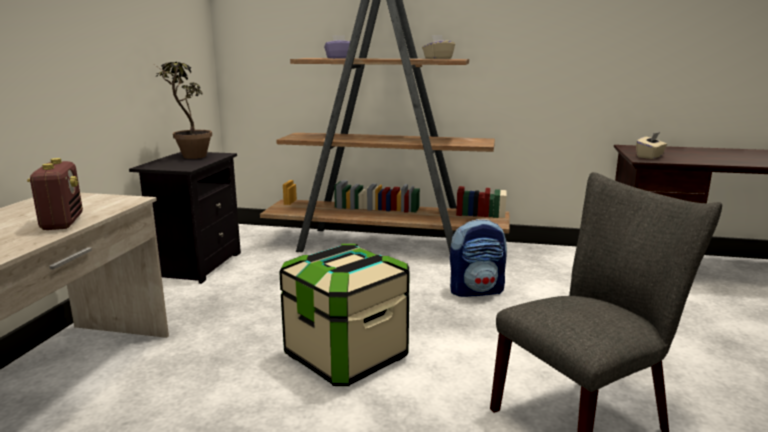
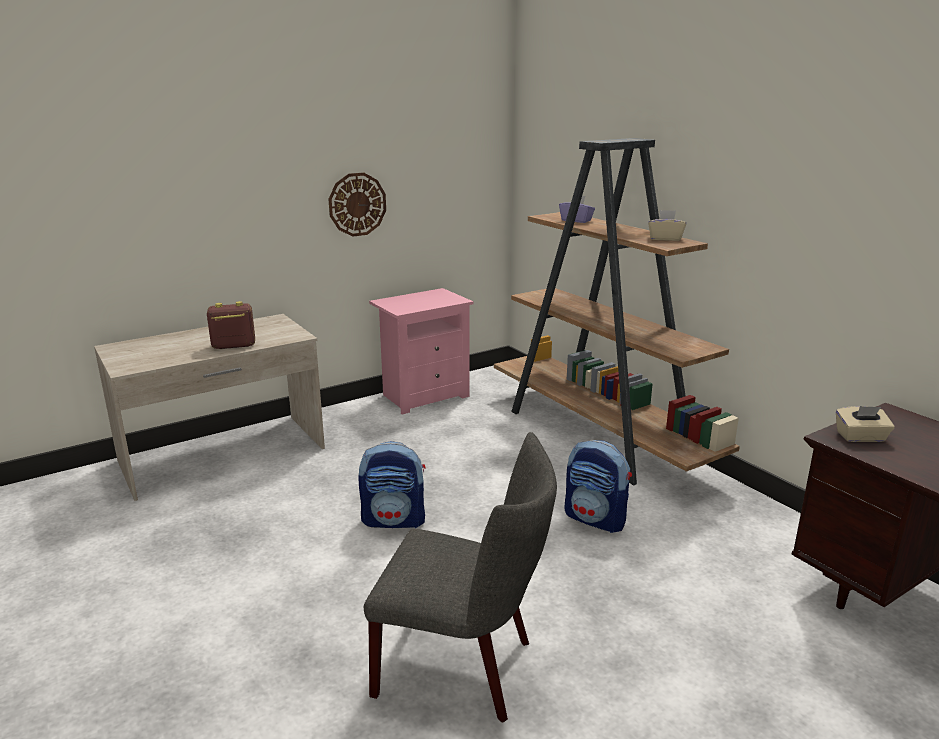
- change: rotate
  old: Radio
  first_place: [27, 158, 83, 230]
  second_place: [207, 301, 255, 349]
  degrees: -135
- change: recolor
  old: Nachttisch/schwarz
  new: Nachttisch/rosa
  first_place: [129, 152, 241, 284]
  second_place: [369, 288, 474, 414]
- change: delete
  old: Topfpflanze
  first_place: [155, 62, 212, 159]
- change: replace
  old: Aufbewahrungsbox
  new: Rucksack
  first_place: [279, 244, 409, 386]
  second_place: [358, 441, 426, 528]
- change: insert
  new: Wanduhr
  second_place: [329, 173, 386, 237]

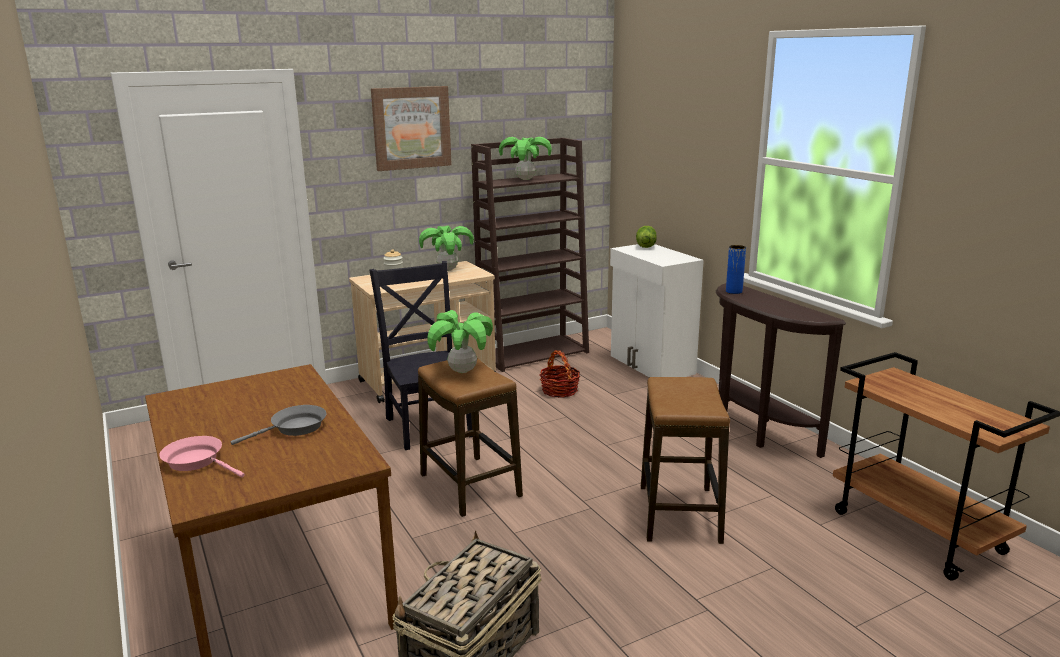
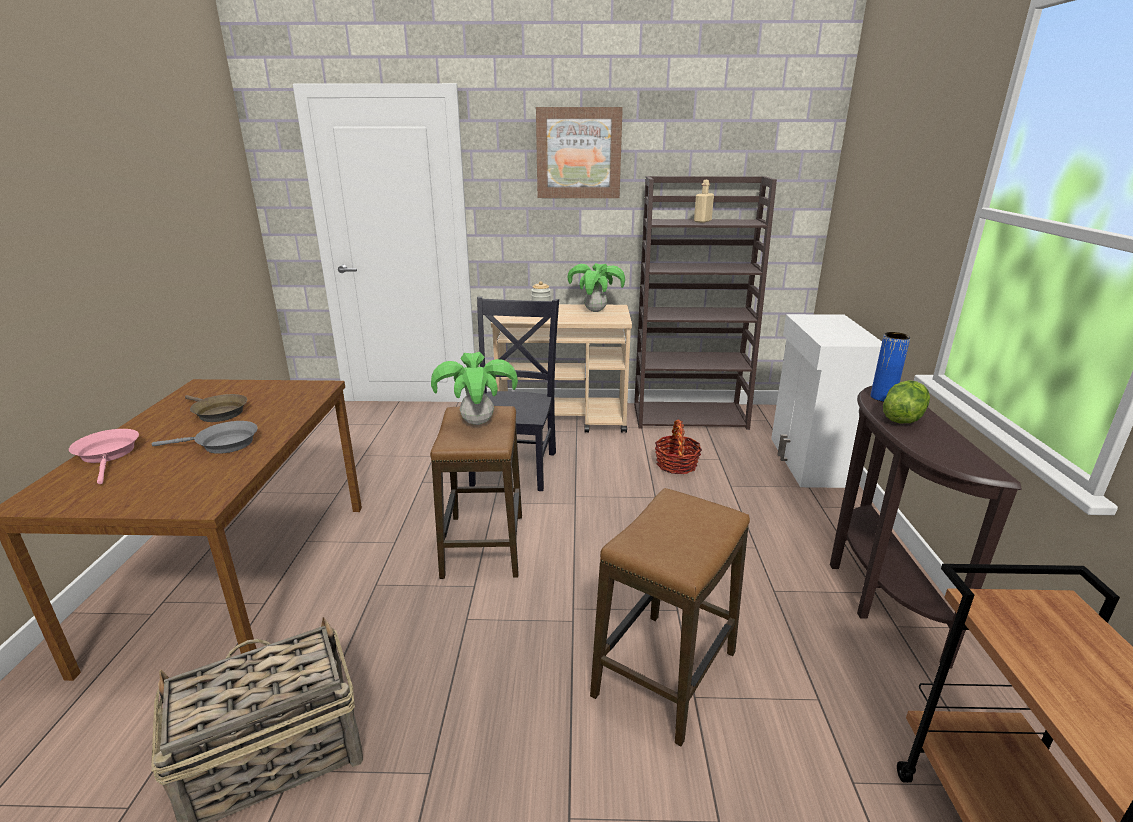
- change: replace
  old: Topfpflanze
  new: Flasche/beige
  first_place: [499, 137, 552, 180]
  second_place: [694, 180, 714, 223]
- change: move
  old: Salatkopf
  first_place: [636, 226, 657, 248]
  second_place: [883, 380, 930, 423]
- change: insert
  new: Pfanne/braun
  second_place: [185, 394, 247, 422]

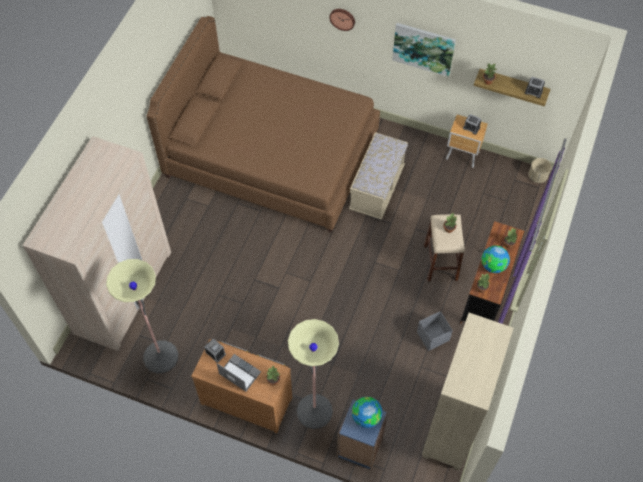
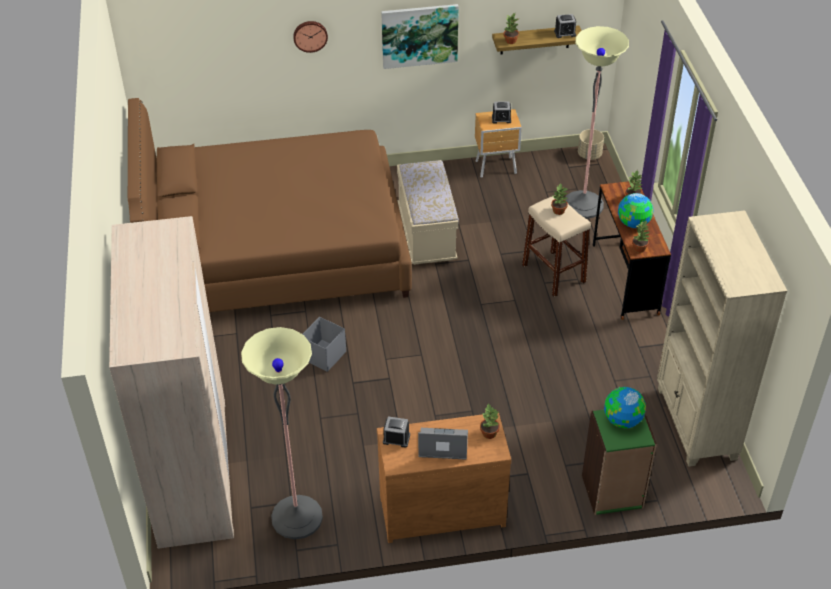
- change: move
  old: Stehlampe
  first_place: [288, 319, 339, 429]
  second_place: [566, 26, 629, 219]
- change: recolor
  old: Bücherregal/blau
  new: Bücherregal/grün
  first_place: [337, 399, 388, 470]
  second_place: [582, 410, 657, 515]
- change: move
  old: Aufbewahrungsbox/grau
  first_place: [417, 311, 453, 351]
  second_place: [303, 317, 346, 372]

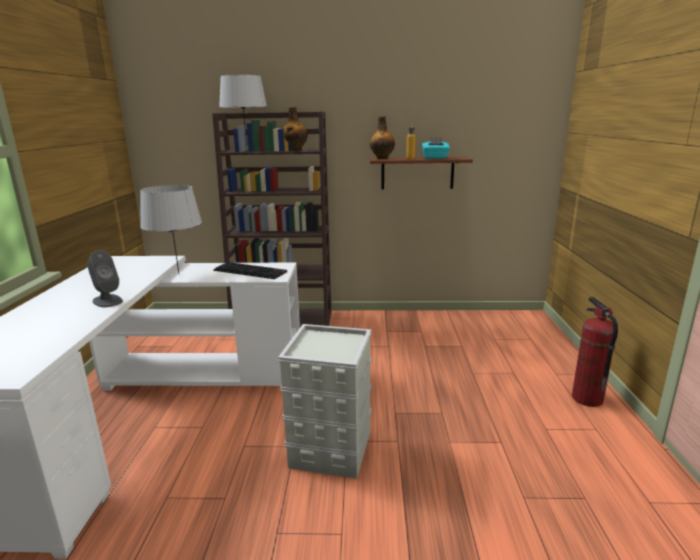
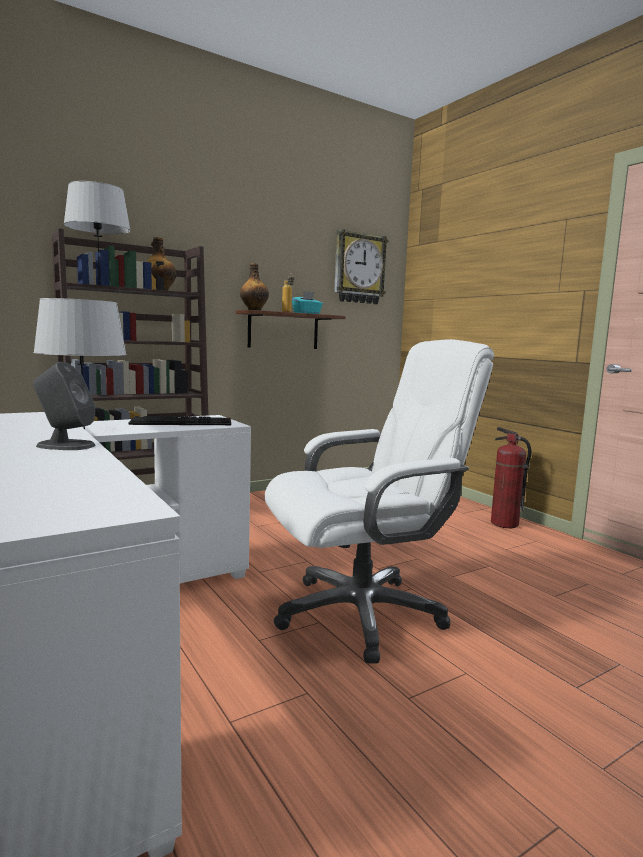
- change: replace
  old: Aufbewahrungsbox/grau
  new: Bürostuhl/weiß
  first_place: [278, 324, 371, 479]
  second_place: [265, 339, 494, 664]
- change: insert
  new: Wanduhr
  second_place: [334, 229, 389, 304]

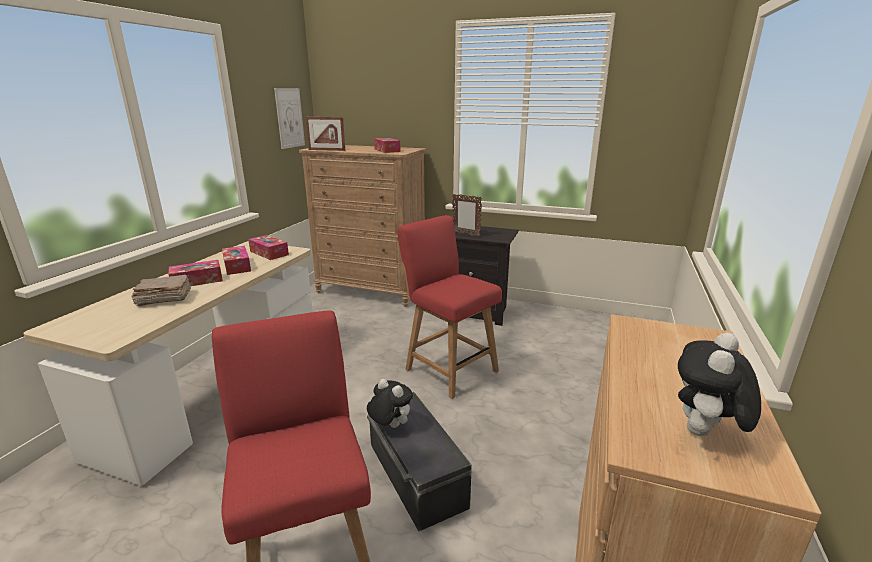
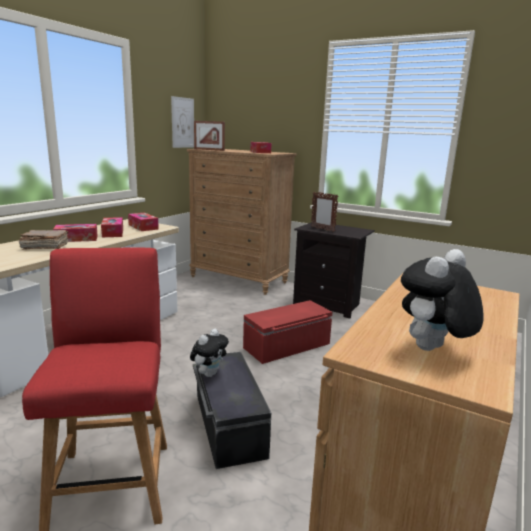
- change: rotate
  old: Plüschtier
  first_place: [367, 379, 413, 428]
  second_place: [190, 329, 229, 377]
  degrees: 75
- change: replace
  old: Stuhl/rot
  new: Aufbewahrungsbox/rot
  first_place: [397, 215, 502, 399]
  second_place: [243, 300, 332, 364]

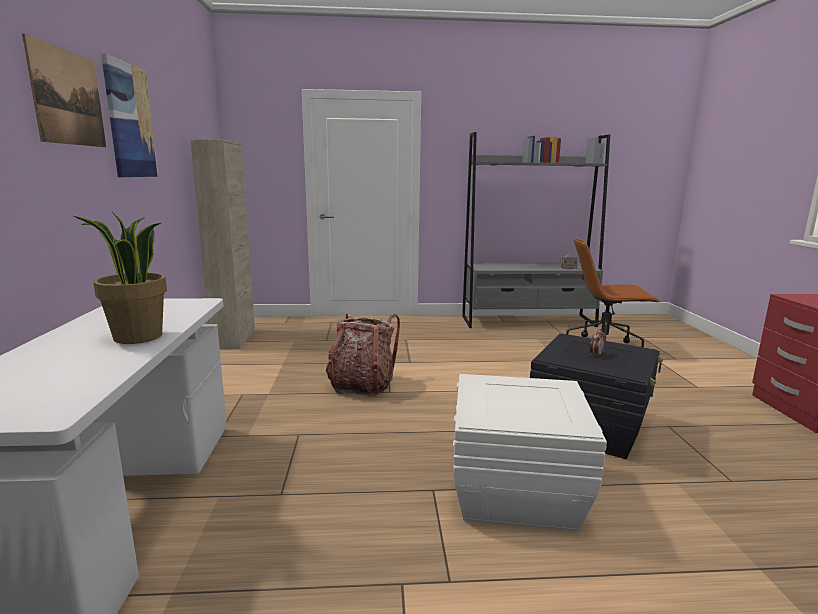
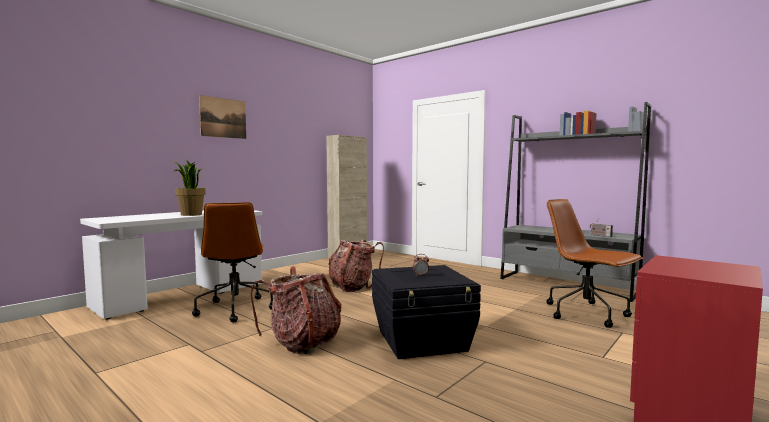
- change: delete
  old: Bild
  first_place: [101, 53, 158, 177]
- change: replace
  old: Aufbewahrungsbox/weiß
  new: Rucksack
  first_place: [453, 374, 607, 531]
  second_place: [250, 267, 341, 354]
- change: insert
  new: Bürostuhl/braun
  second_place: [192, 202, 273, 322]

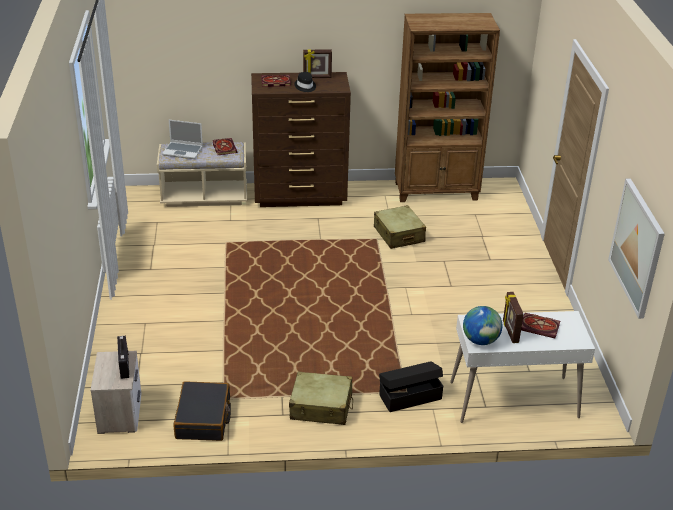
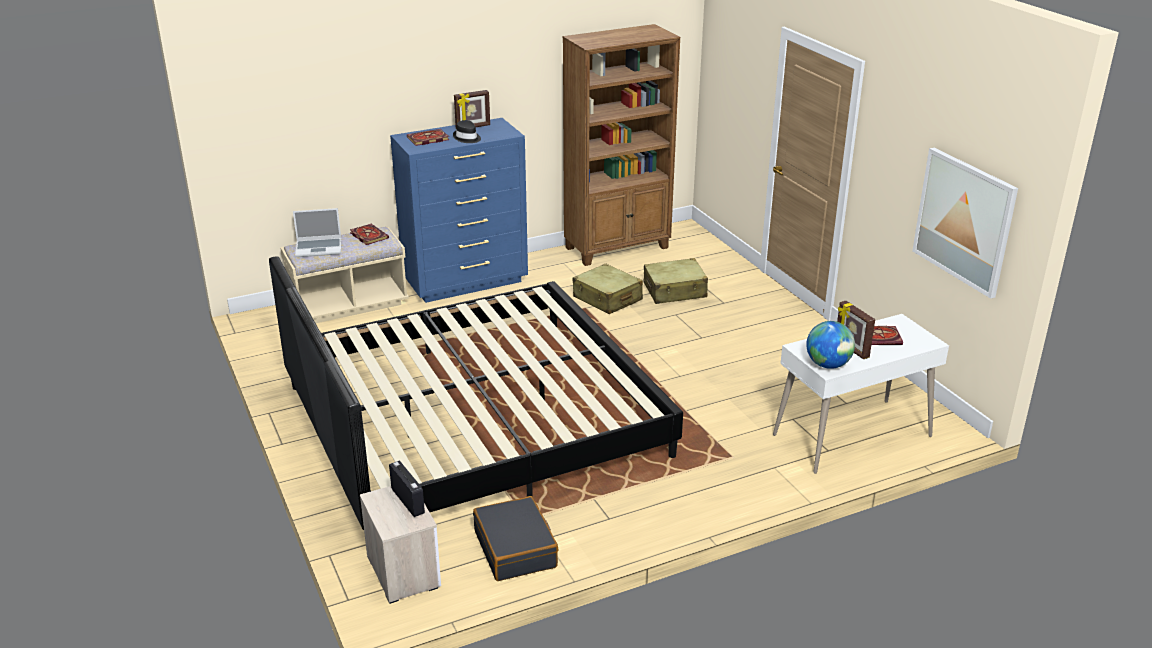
- change: recolor
  old: Kommode/braun
  new: Kommode/blau
  first_place: [251, 72, 351, 207]
  second_place: [390, 118, 528, 303]
- change: move
  old: Koffer/beige
  first_place: [289, 372, 353, 425]
  second_place: [644, 258, 708, 304]
- change: delete
  old: Aufbewahrungsbox/schwarz
  first_place: [379, 361, 443, 412]
- change: insert
  new: Bett
  second_place: [269, 256, 683, 530]

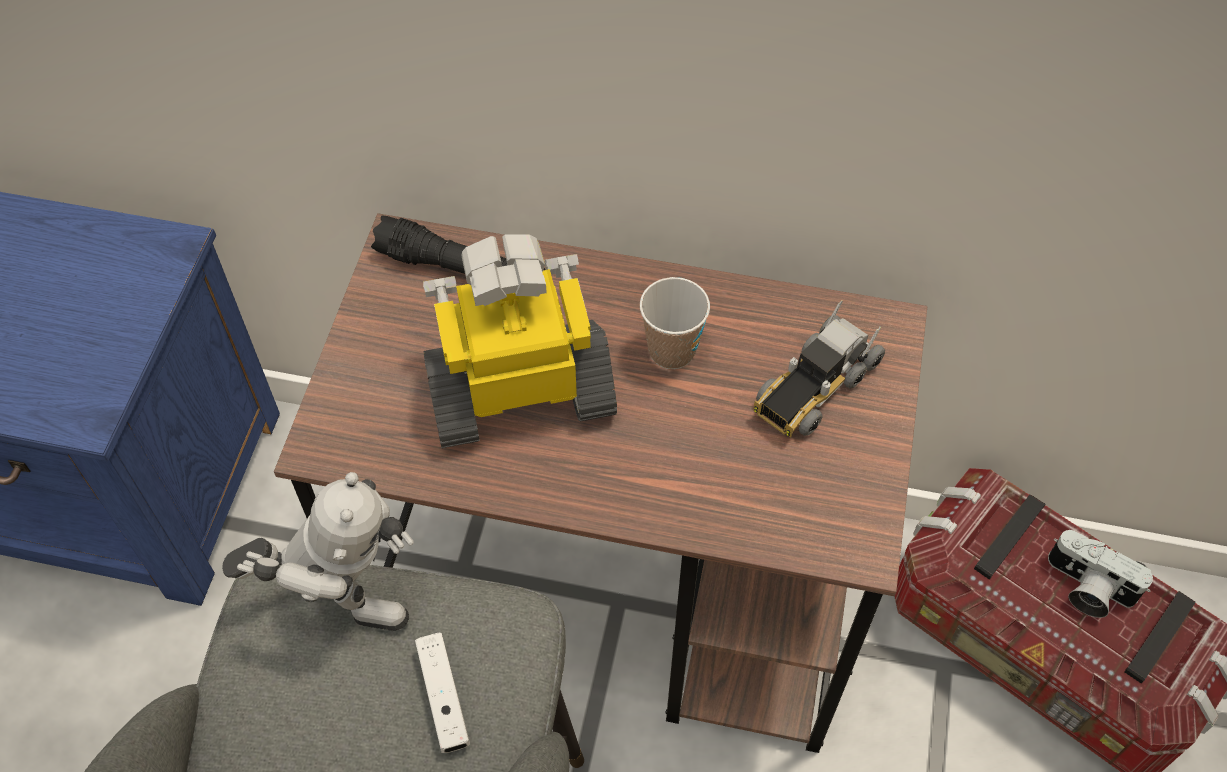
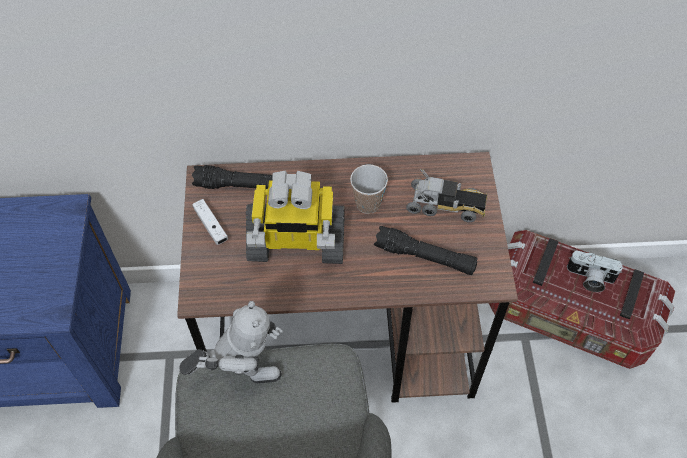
- change: move
  old: Gamepad/weiß
  first_place: [415, 633, 470, 753]
  second_place: [192, 199, 228, 245]
- change: rotate
  old: Spielzeugroboter
  first_place: [423, 235, 617, 448]
  second_place: [246, 171, 345, 264]
  degrees: -150
- change: rotate
  old: Spielzeuglaster
  first_place: [753, 300, 885, 438]
  second_place: [406, 169, 487, 223]
  degrees: -105
- change: insert
  new: Taschenlampe/schwarz
  second_place: [374, 226, 478, 275]

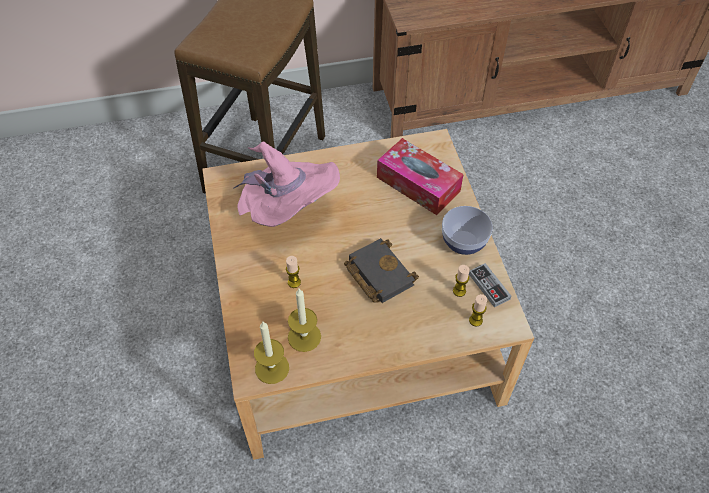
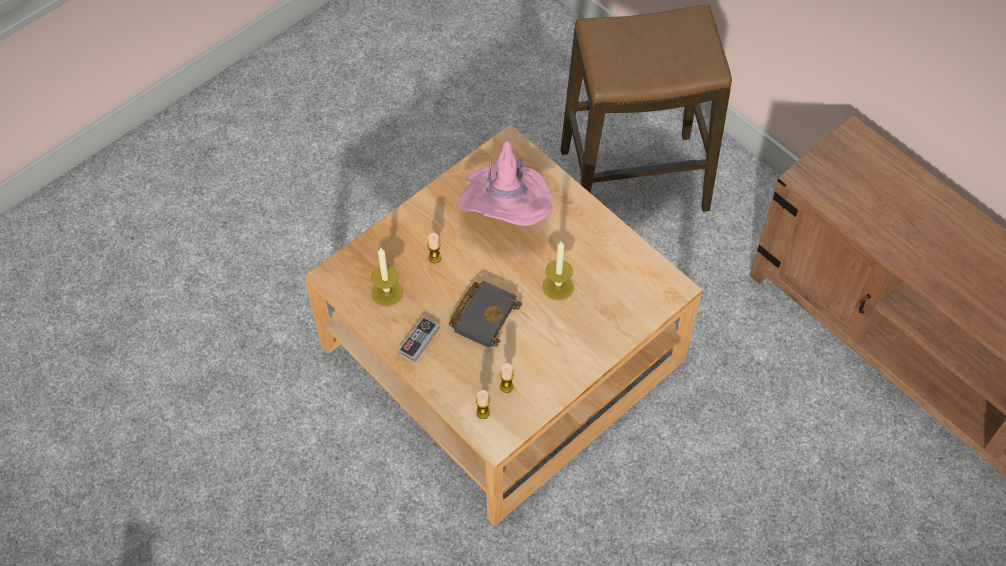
- change: move
  old: Kerze
  first_place: [254, 322, 289, 384]
  second_place: [542, 242, 574, 301]
- change: delete
  old: Taschentuchbox
  first_place: [377, 138, 464, 215]
- change: delete
  old: Schüssel
  first_place: [442, 206, 493, 255]
- change: move
  old: Gamepad
  first_place: [469, 263, 511, 308]
  second_place: [398, 316, 440, 362]

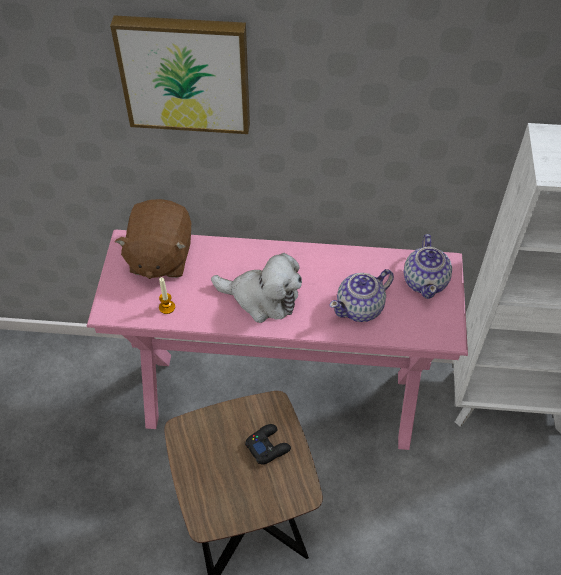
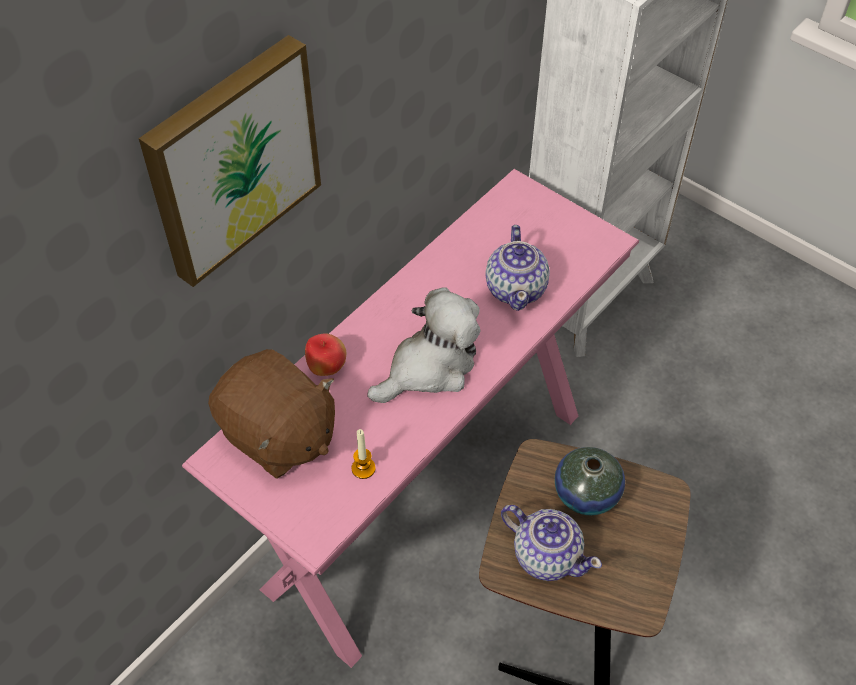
- change: replace
  old: Gamepad/schwarz
  new: Vase
  first_place: [245, 424, 291, 465]
  second_place: [555, 447, 625, 515]
- change: move
  old: Teekanne
  first_place: [404, 234, 452, 299]
  second_place: [501, 505, 602, 581]
- change: insert
  new: Apfel
  second_place: [305, 333, 346, 376]

